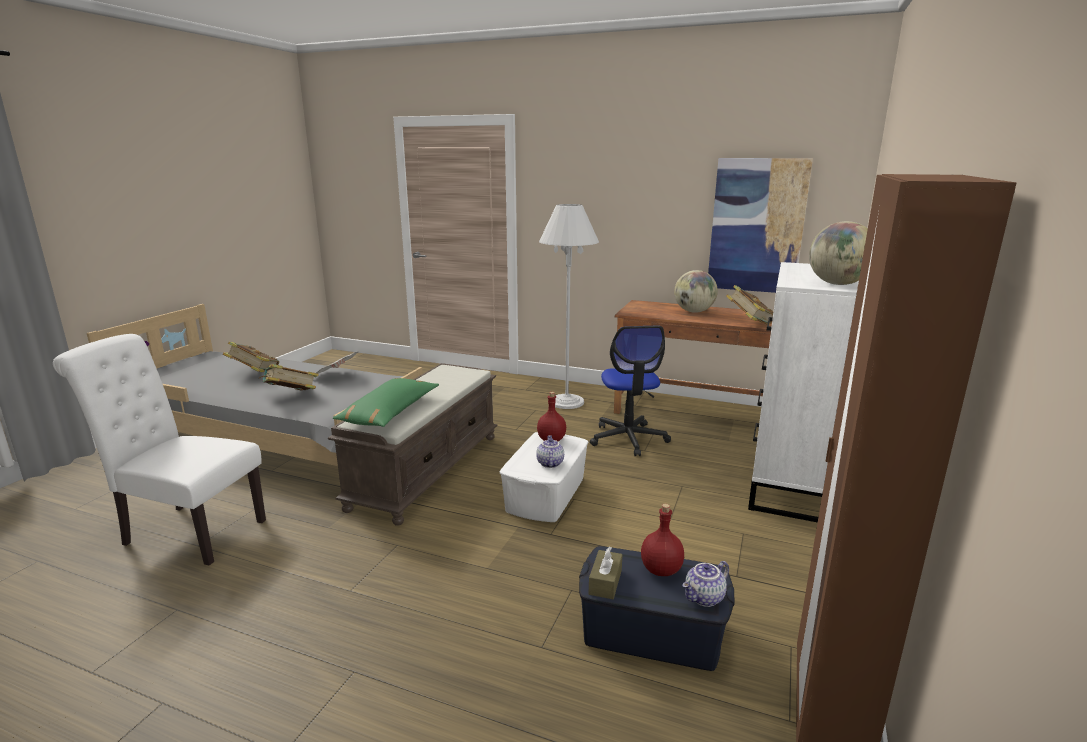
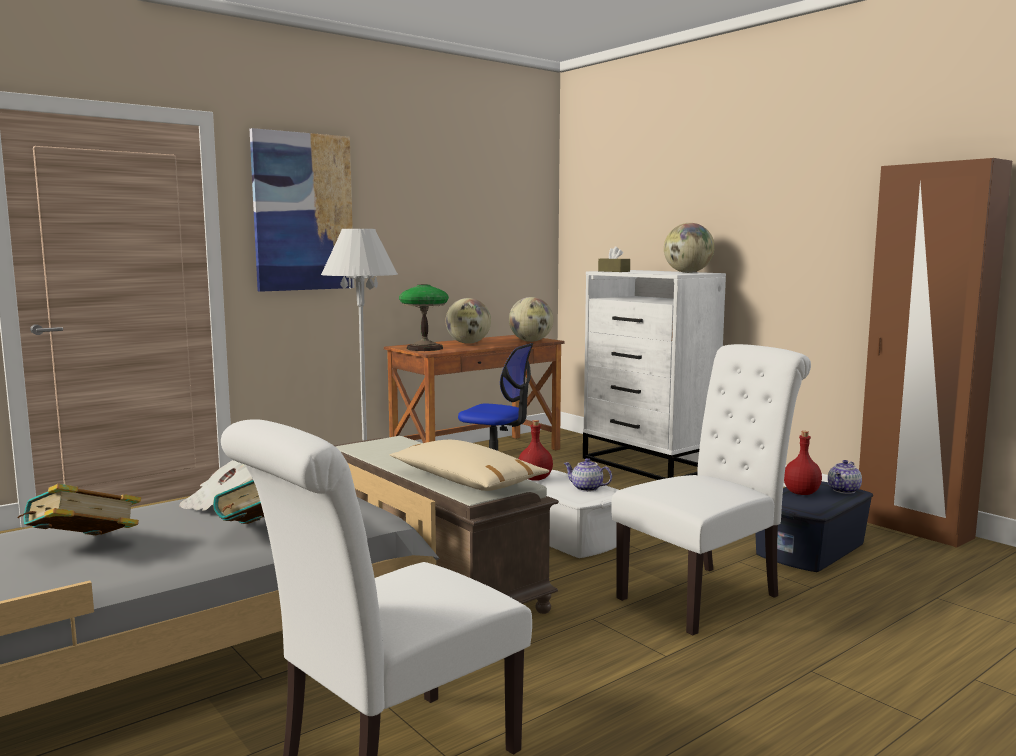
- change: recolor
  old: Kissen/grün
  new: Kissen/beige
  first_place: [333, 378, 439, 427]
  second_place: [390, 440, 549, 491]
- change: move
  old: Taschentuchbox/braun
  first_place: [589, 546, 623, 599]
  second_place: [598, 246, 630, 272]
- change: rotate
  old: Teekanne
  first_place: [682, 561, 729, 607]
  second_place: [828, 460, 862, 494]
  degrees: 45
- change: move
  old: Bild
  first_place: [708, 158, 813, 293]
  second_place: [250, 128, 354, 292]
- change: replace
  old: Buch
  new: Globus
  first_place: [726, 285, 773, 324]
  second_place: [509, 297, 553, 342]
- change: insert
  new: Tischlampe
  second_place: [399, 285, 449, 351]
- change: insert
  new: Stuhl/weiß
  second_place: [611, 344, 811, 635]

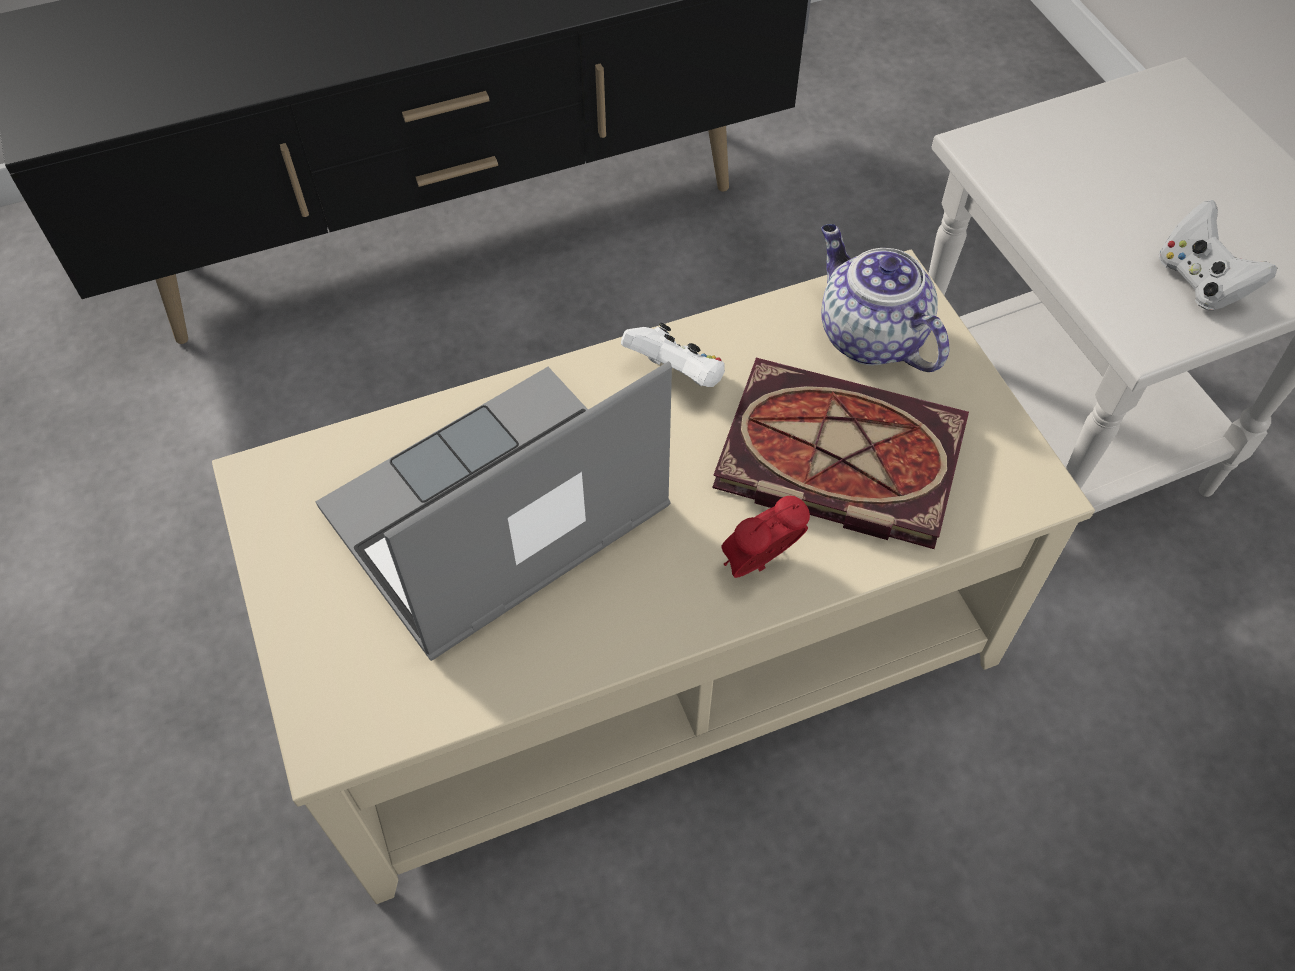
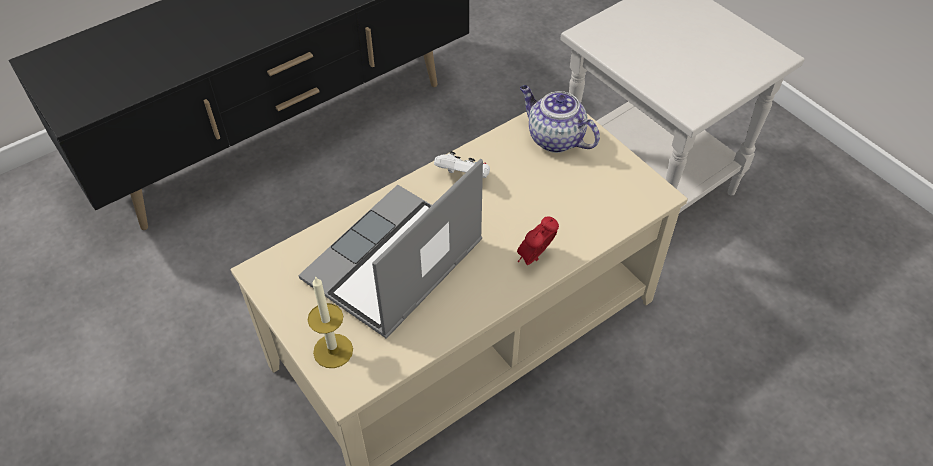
- change: delete
  old: Buch
  first_place: [712, 358, 969, 549]
- change: delete
  old: Gamepad/weiß
  first_place: [1159, 200, 1277, 311]
- change: insert
  new: Kerze
  second_place: [308, 276, 353, 368]

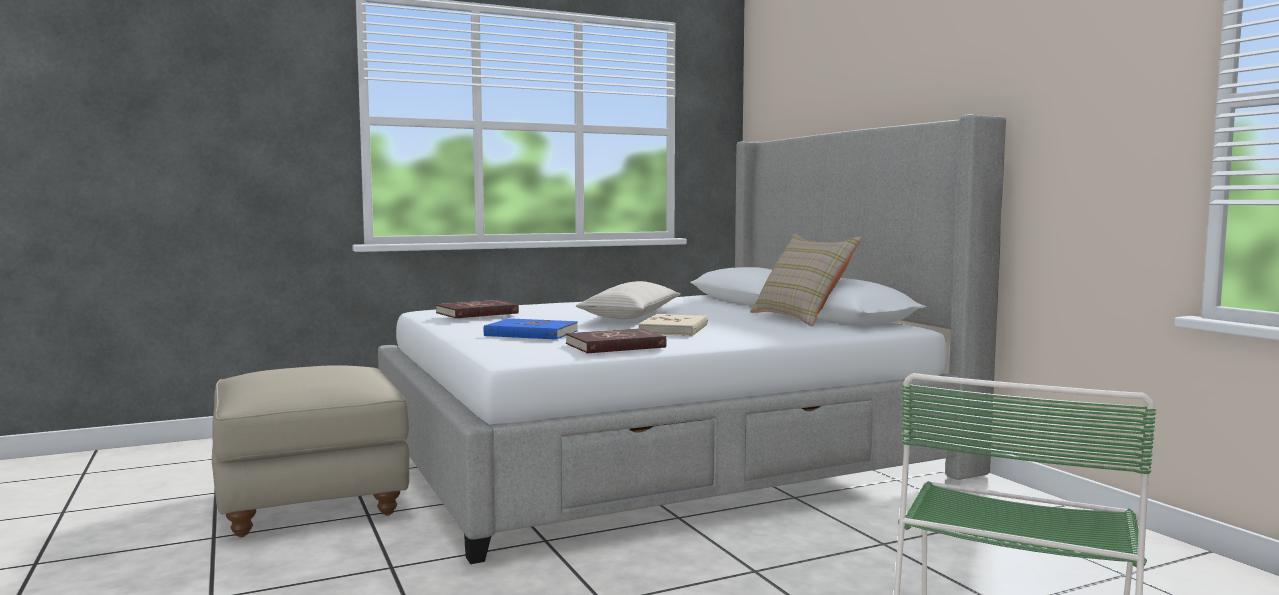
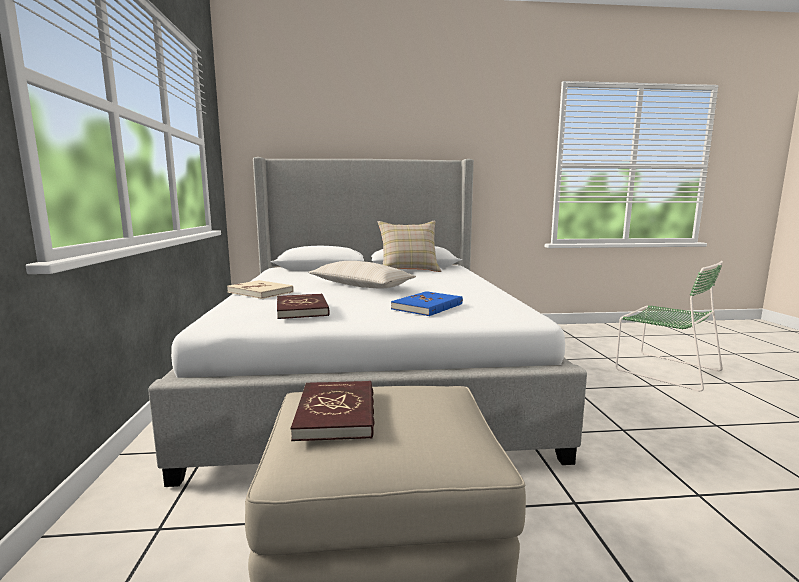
- change: move
  old: Buch/rot
  first_place: [566, 328, 667, 353]
  second_place: [291, 381, 375, 441]
- change: move
  old: Buch/beige
  first_place: [638, 314, 708, 336]
  second_place: [227, 280, 294, 299]

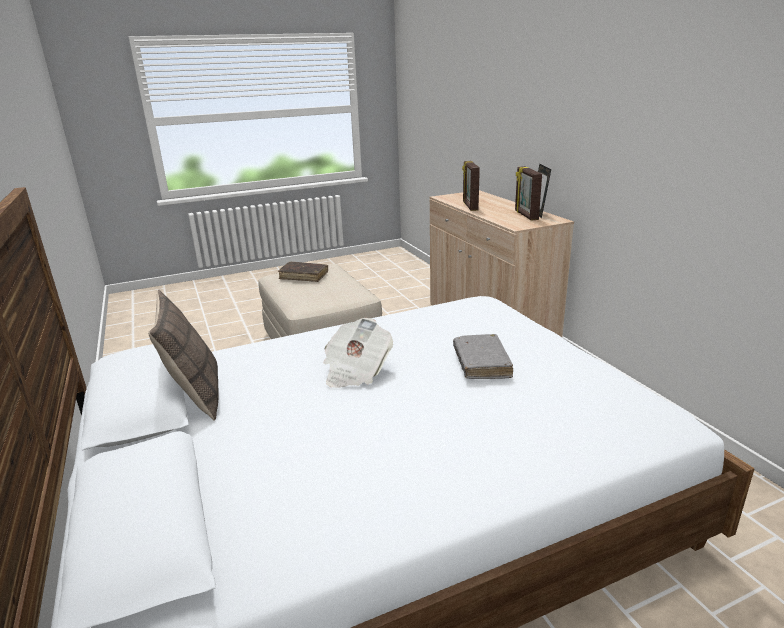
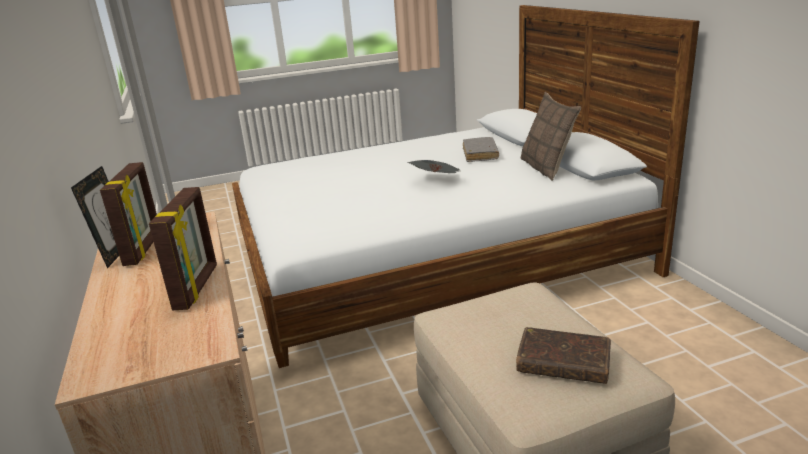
- change: move
  old: Buch/grau
  first_place: [453, 334, 513, 379]
  second_place: [463, 137, 499, 162]

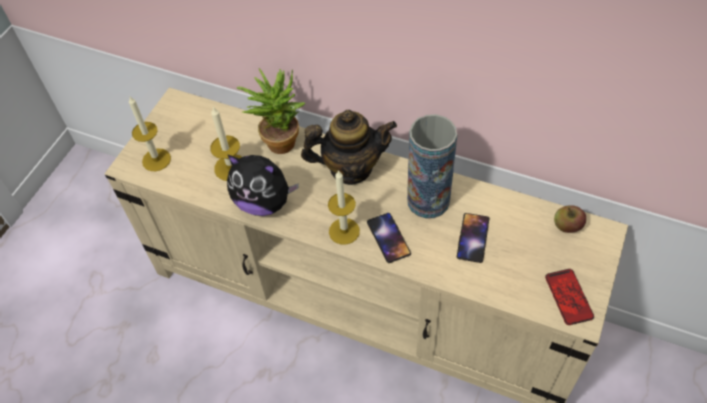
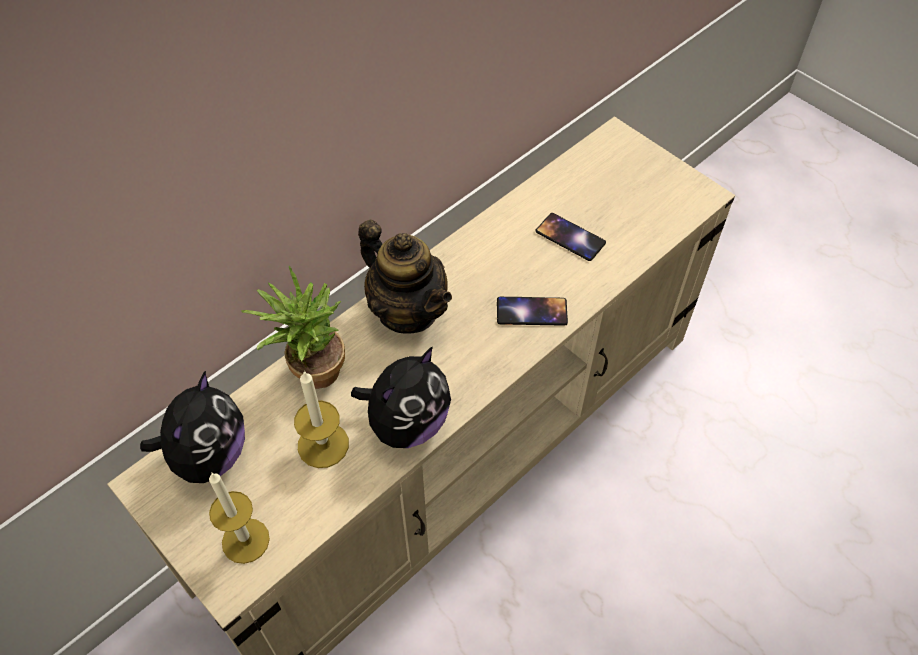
- change: rotate
  old: Teekanne
  first_place: [301, 110, 397, 185]
  second_place: [358, 220, 452, 334]
  degrees: 120
- change: delete
  old: Kerze
  first_place: [328, 170, 360, 245]
- change: delete
  old: Vase
  first_place: [407, 114, 457, 219]
- change: delete
  old: Handy
  first_place: [545, 269, 594, 325]
- change: delete
  old: Apfel
  first_place: [554, 205, 586, 233]
- change: insert
  new: Plüschtier
  second_place: [140, 371, 245, 483]

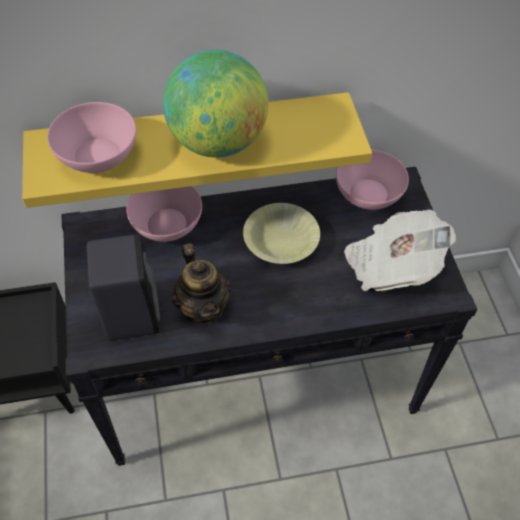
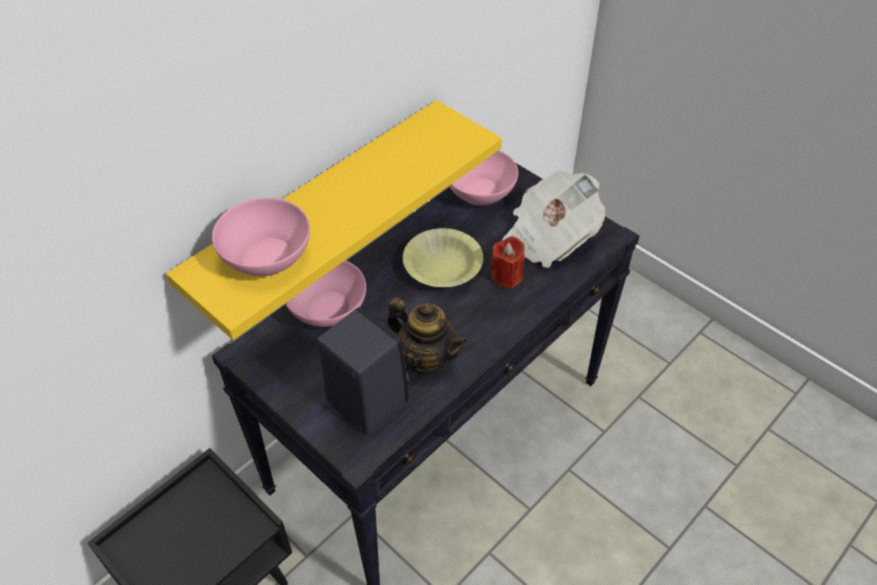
- change: delete
  old: Globus
  first_place: [163, 50, 268, 157]
- change: insert
  new: Kerze/rot
  second_place: [491, 237, 525, 289]

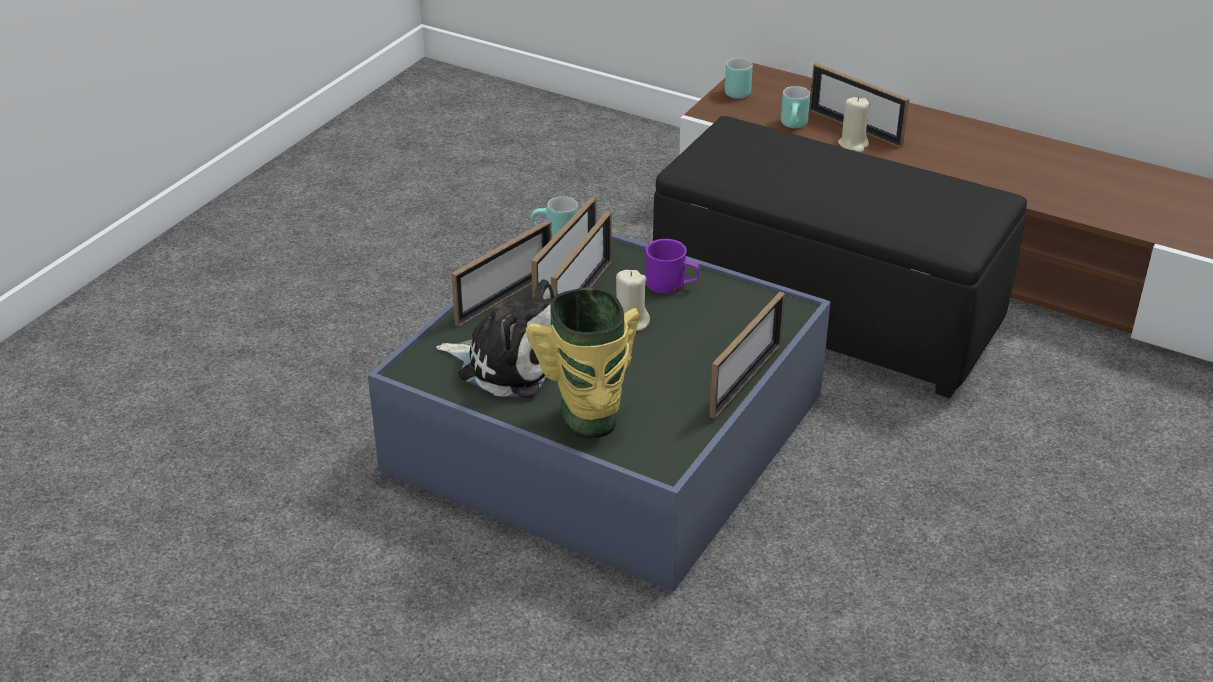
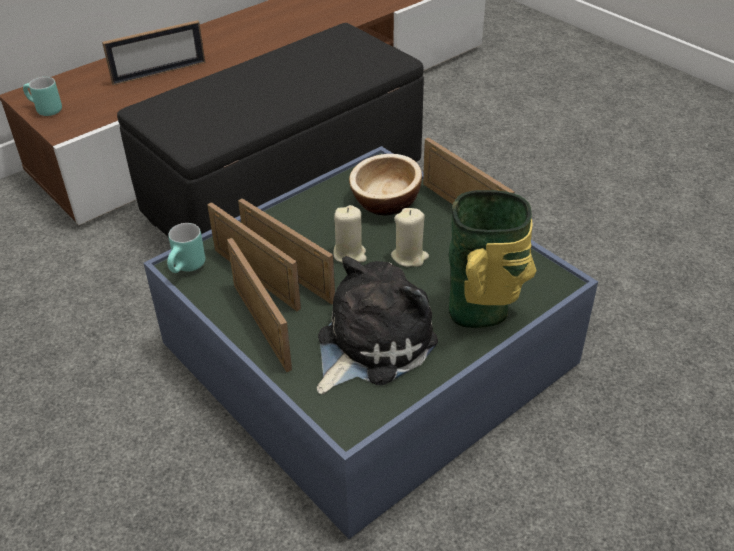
- change: delete
  old: Henkelbecher/lila
  first_place: [646, 239, 700, 294]
- change: delete
  old: Henkelbecher/türkis
  first_place: [781, 86, 810, 128]
- change: move
  old: Kerze/beige
  first_place: [838, 97, 869, 152]
  second_place: [391, 208, 429, 267]
- change: insert
  new: Schüssel
  second_place: [349, 154, 422, 216]

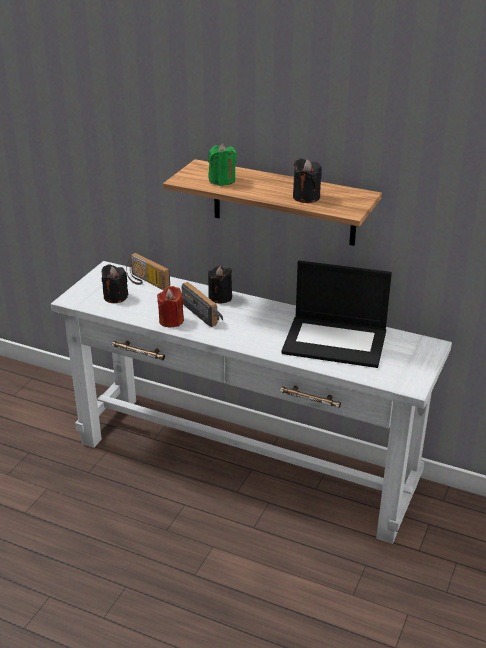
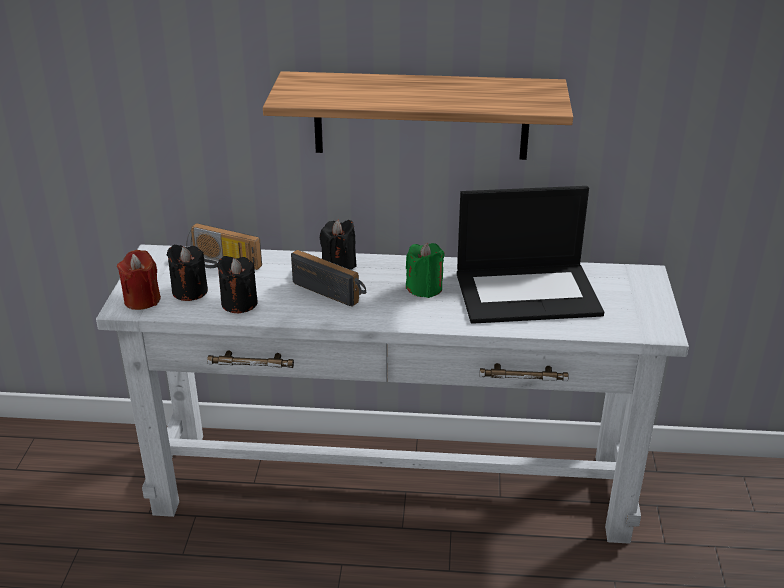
- change: move
  old: Kerze/rot
  first_place: [157, 286, 184, 327]
  second_place: [117, 250, 161, 310]
- change: move
  old: Kerze/grün
  first_place: [208, 144, 237, 186]
  second_place: [406, 243, 444, 298]
- change: move
  old: Kerze/schwarz
  first_place: [293, 159, 322, 203]
  second_place: [217, 256, 258, 313]

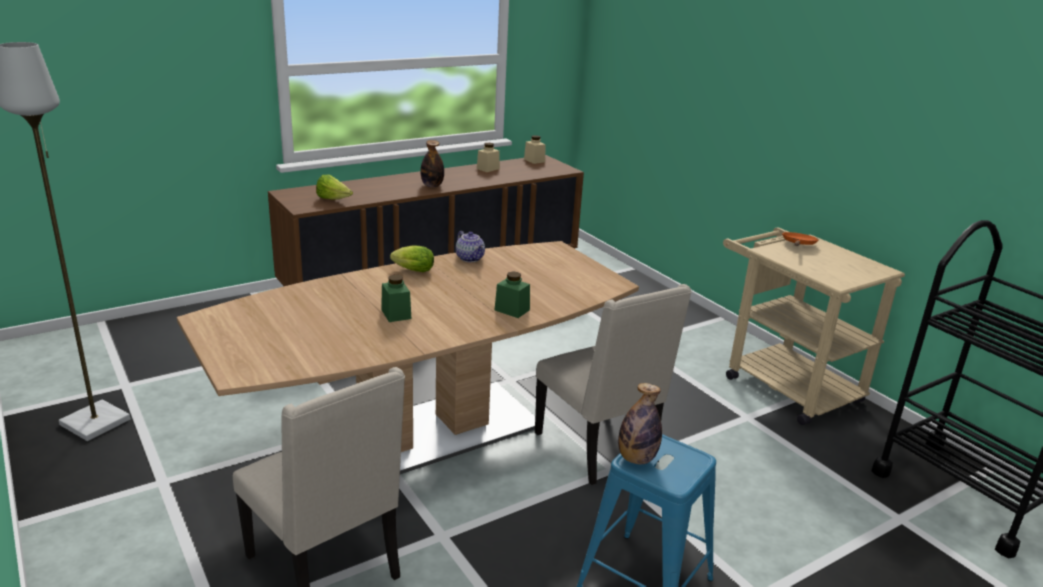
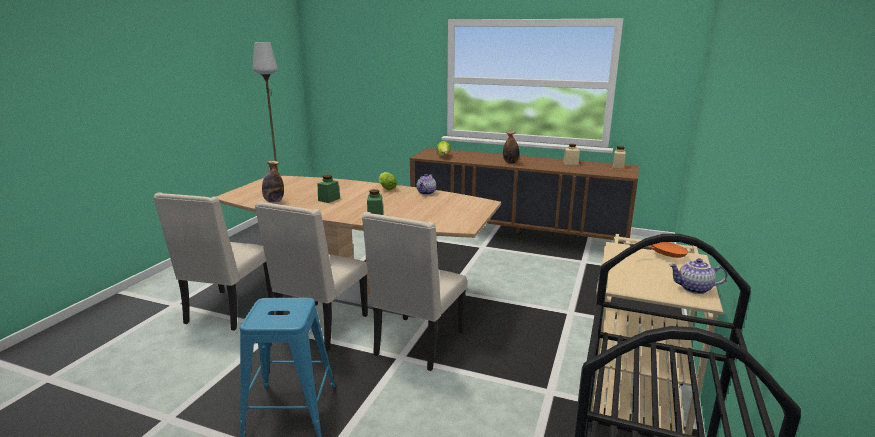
- change: move
  old: Flasche
  first_place: [618, 383, 662, 464]
  second_place: [262, 161, 284, 203]
- change: insert
  new: Stuhl/beige
  second_place: [255, 201, 368, 351]
- change: insert
  new: Teekanne
  second_place: [669, 258, 727, 294]

